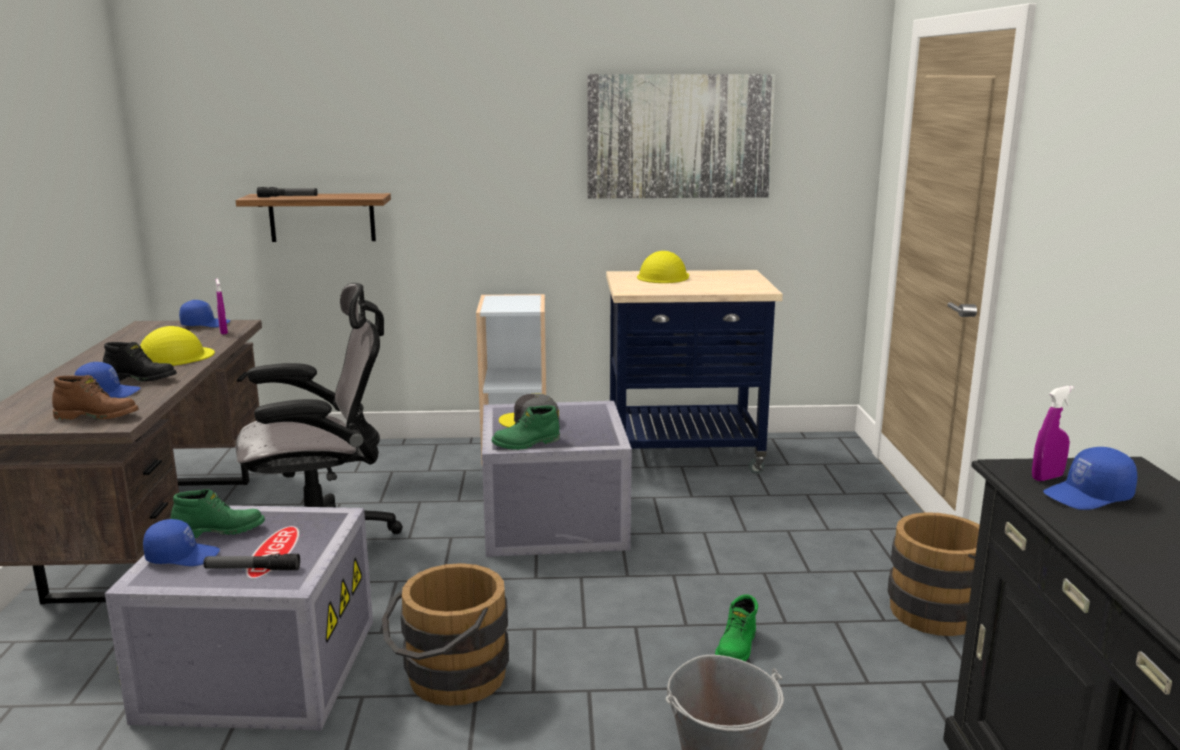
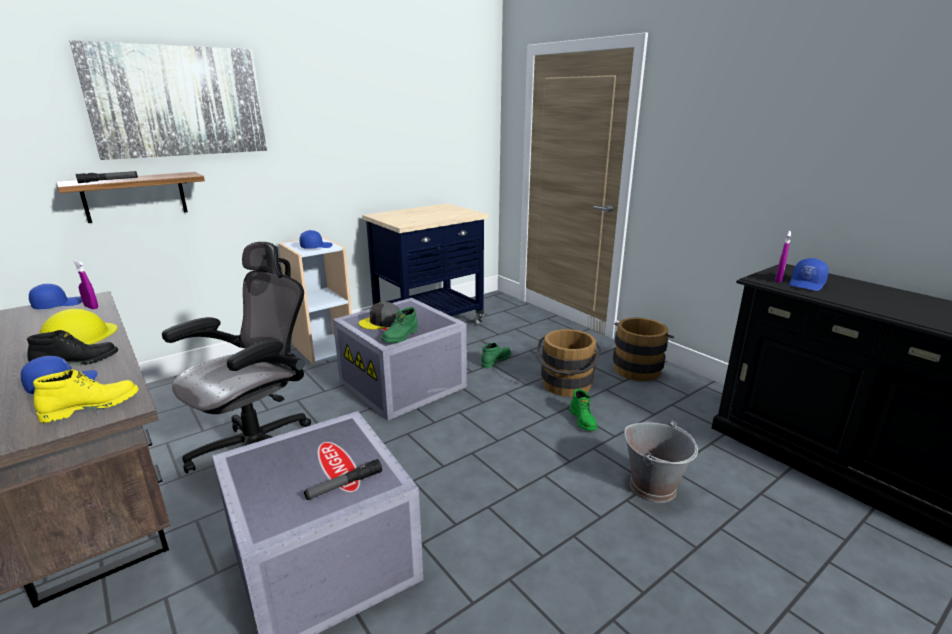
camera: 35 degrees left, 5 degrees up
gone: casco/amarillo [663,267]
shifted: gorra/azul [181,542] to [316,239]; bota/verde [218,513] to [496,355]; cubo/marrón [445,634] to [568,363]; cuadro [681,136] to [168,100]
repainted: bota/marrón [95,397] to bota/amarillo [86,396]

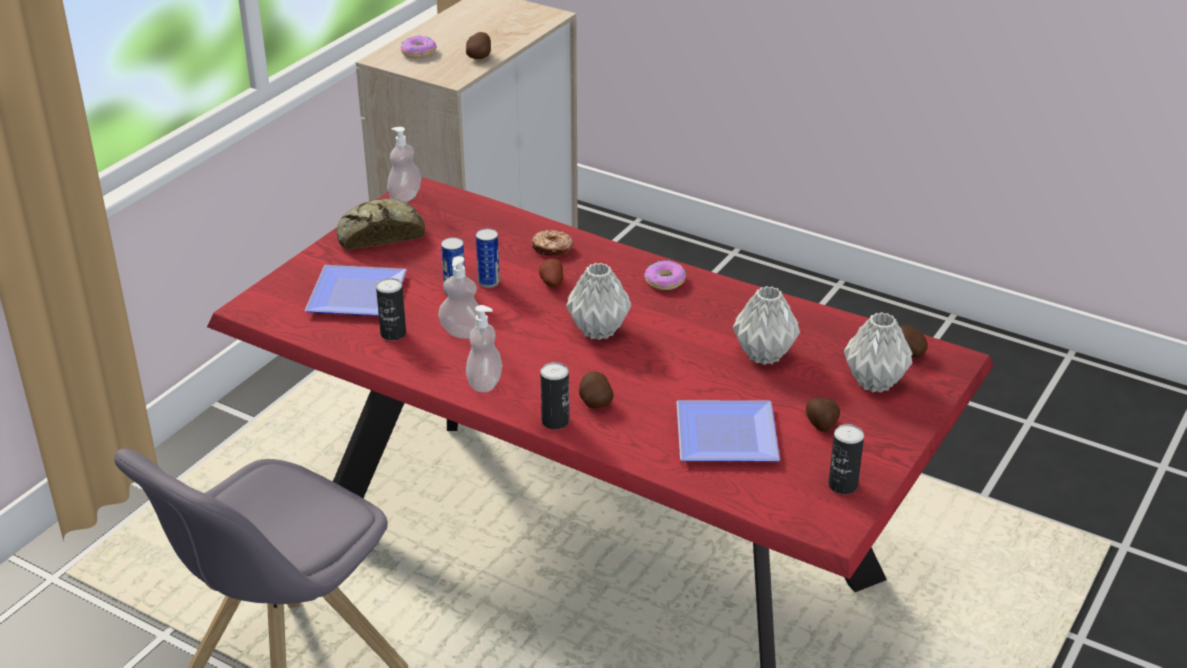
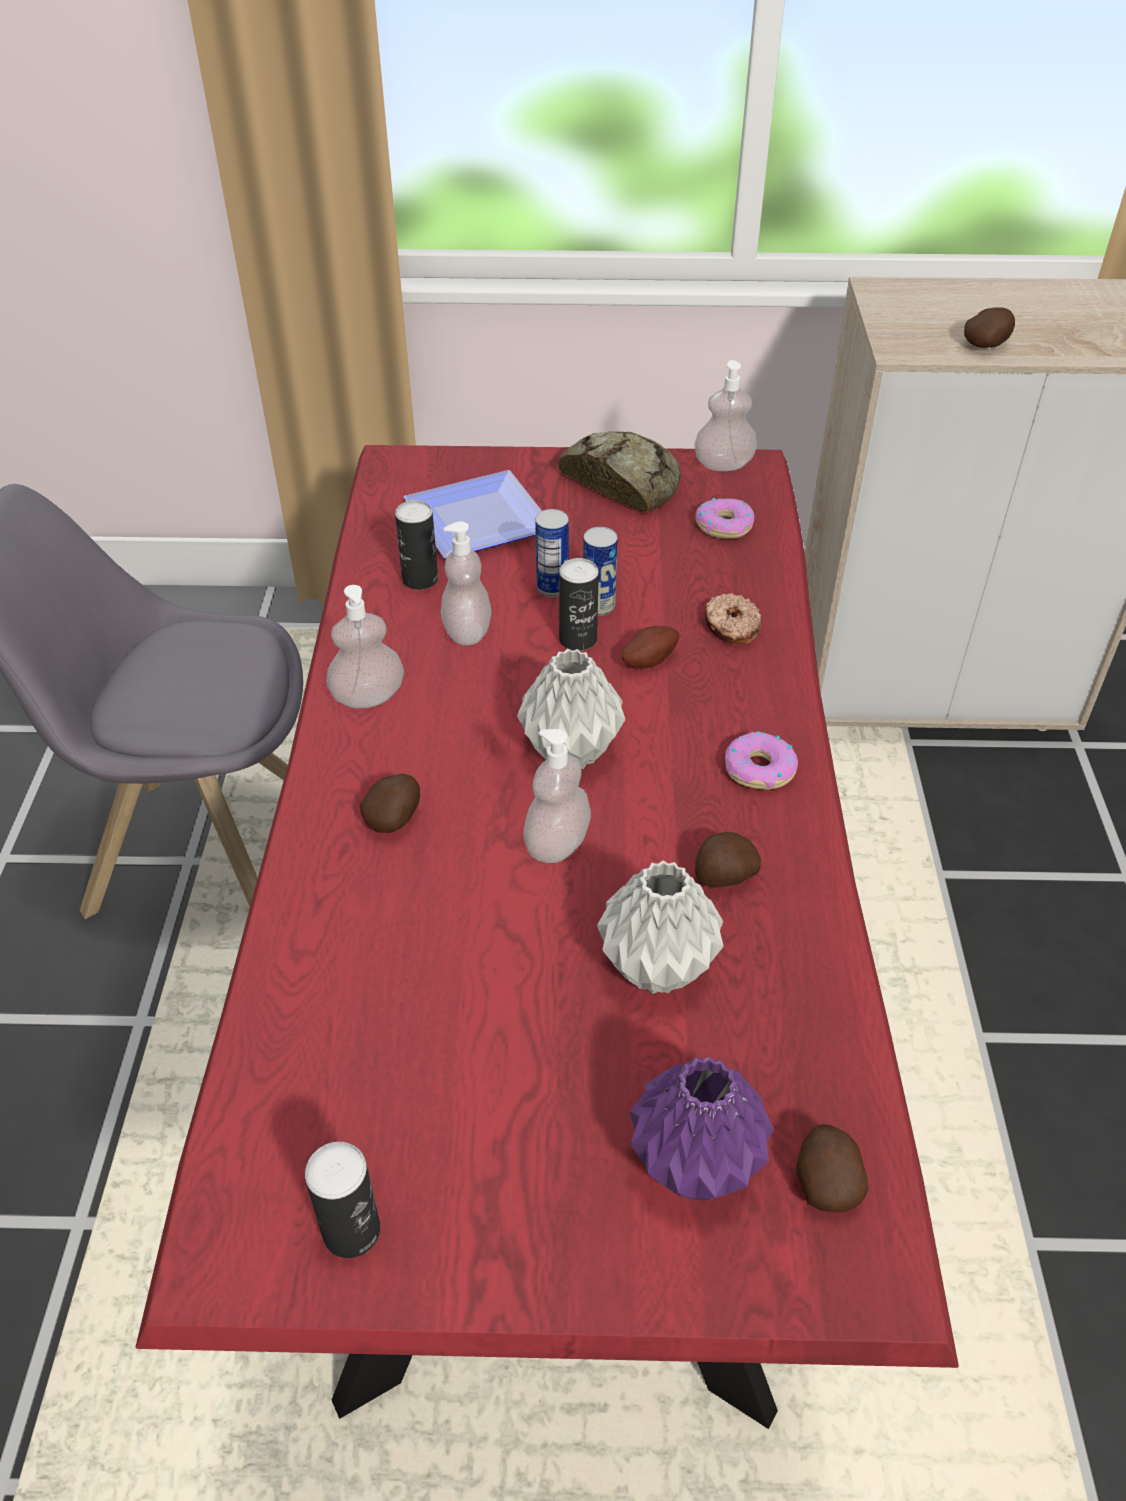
camera: 60 degrees right, 10 degrees up
gone: plato [728,431]
new: dispensador de jabón [557,796]
shifted: rosquilla [418,47] to [724,518]; lata [554,395] to [579,604]; patata [823,414] to [728,860]
repainted: florero/gris [878,352] to florero/morado [702,1128]

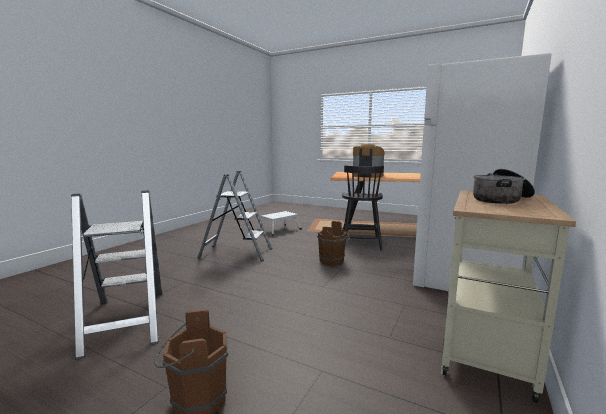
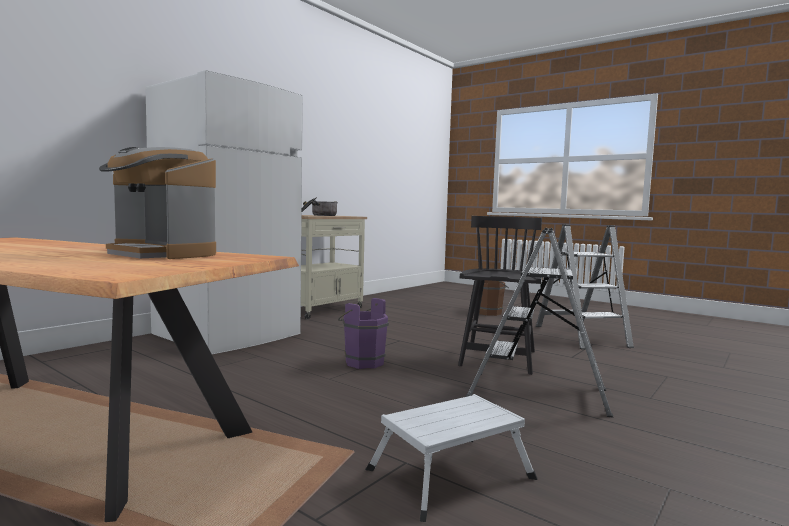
camera: 170 degrees left, 5 degrees down
shifted: silla/negro [363,208] to [500,295]
repainted: cubo/marrón [333,243] to cubo/morado [363,333]

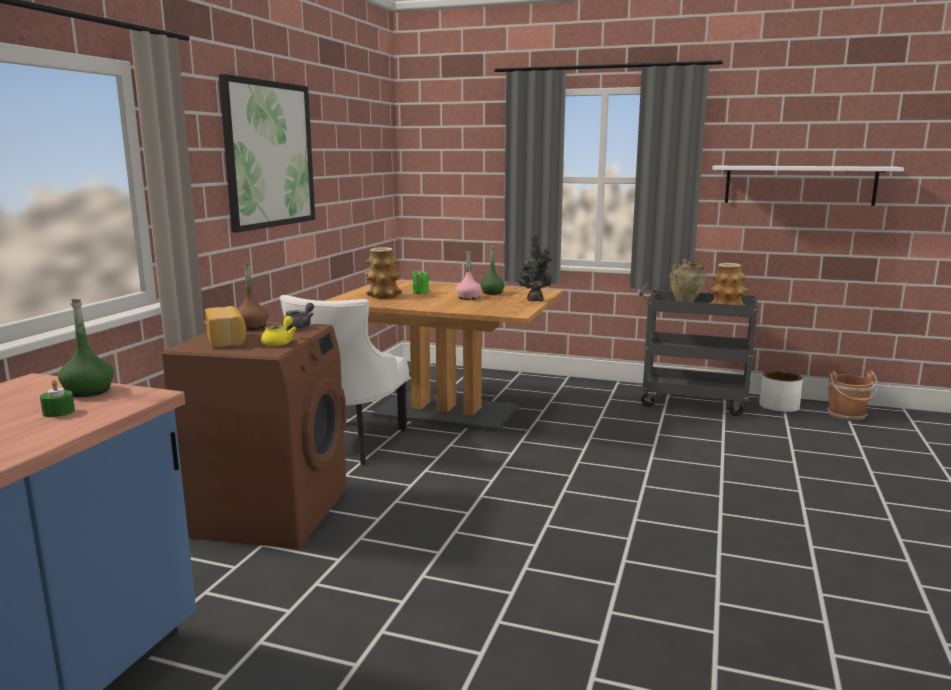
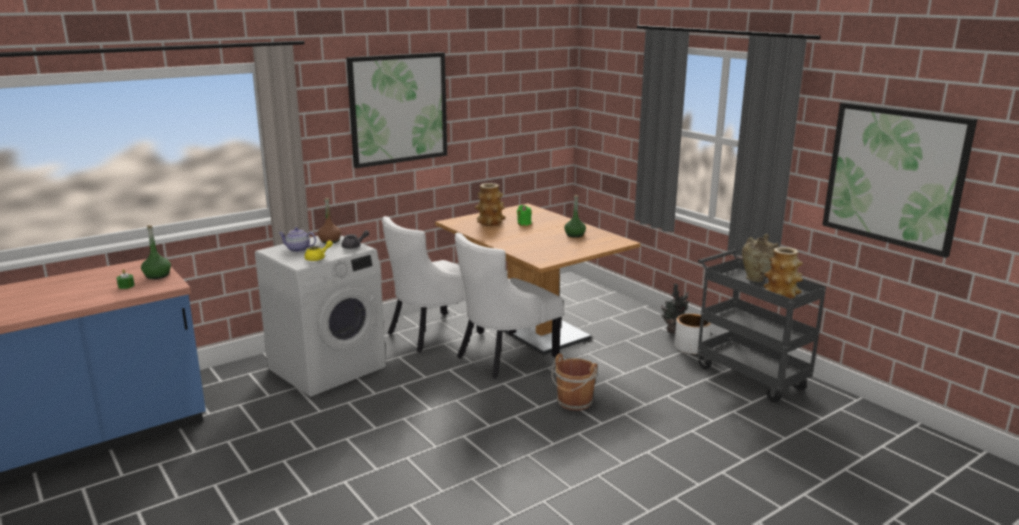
camera: 35 degrees right, 5 degrees up
gone: botella/rosa [468,275]
new: silla/blanco [509,306]
shifted: planta en maceta [534,268] to [674,309]; maceta/blanco [781,392] to [692,334]; cubo/marrón [852,395] to [574,381]
swapped: pan [225,326] to tetera [297,239]; estante/blanco [808,186] to cuadro [899,180]
repainted: lavadora/marrón [254,435] to lavadora/blanco [320,316]

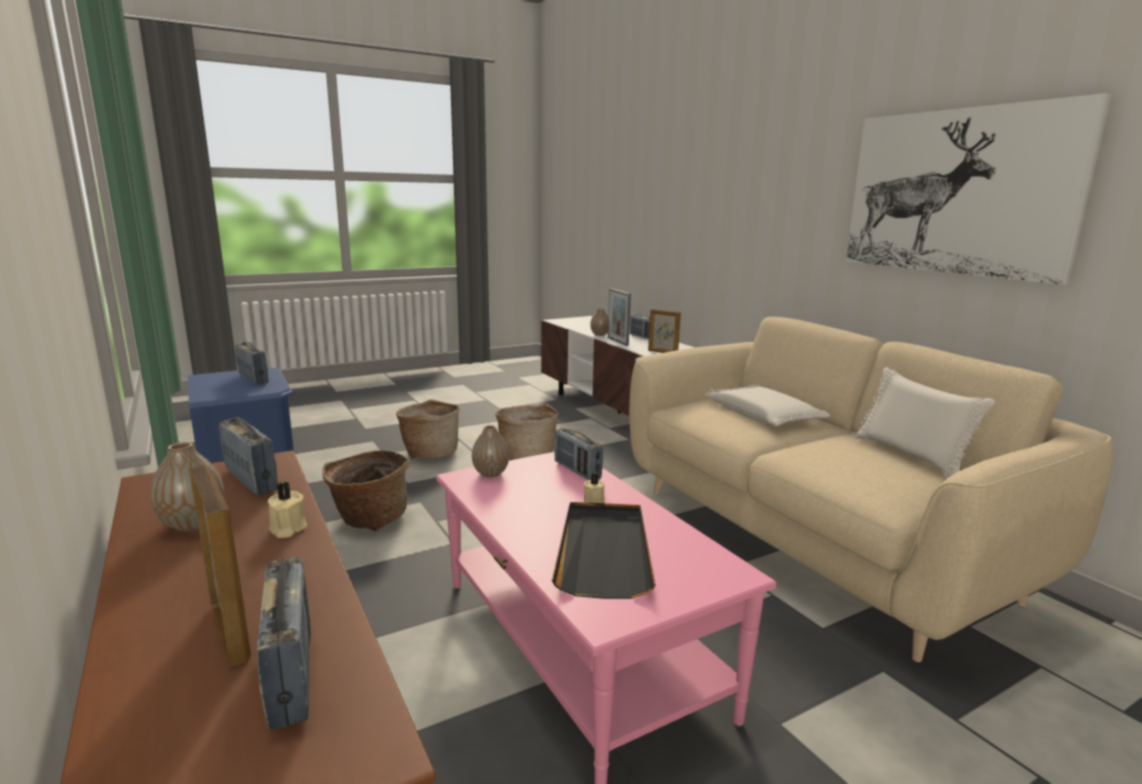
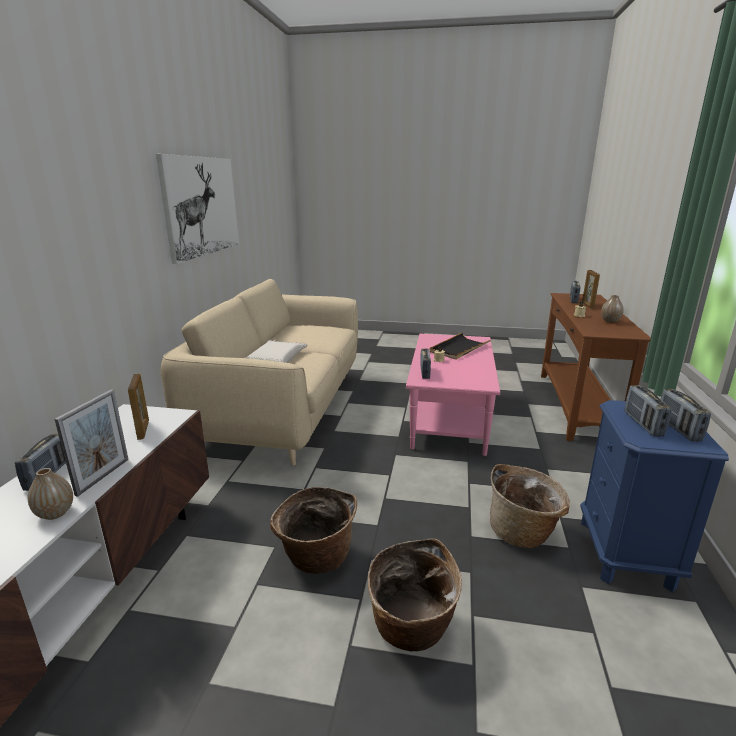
camera: 140 degrees left, 5 degrees up
gone: florero [490,451]; cojín/blanco [924,423]
shifted: radio [248,456] to [685,415]

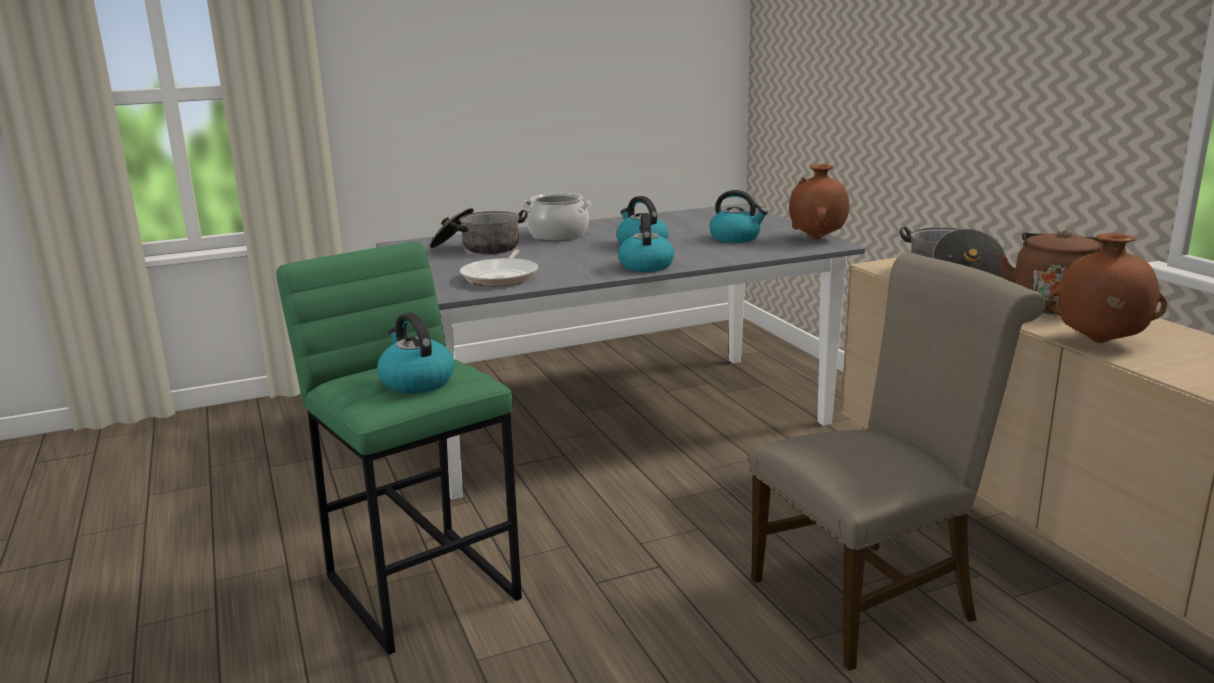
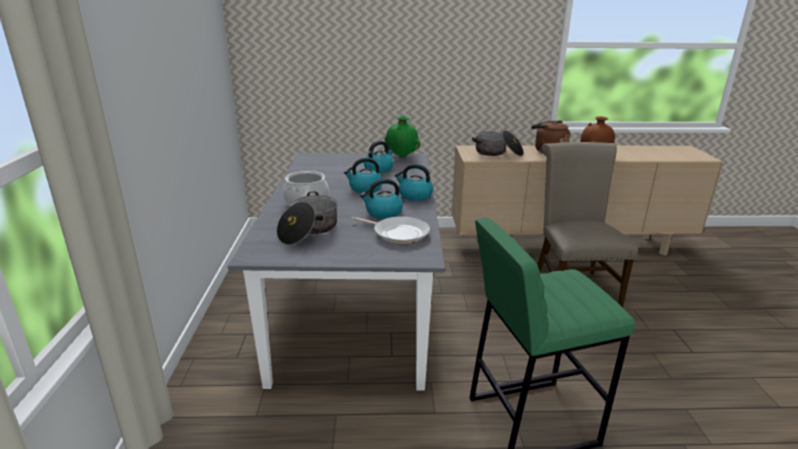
camera: 70 degrees left, 5 degrees up
shifted: hervidor [415,353] to [381,199]
repainted: florero/marrón [819,201] to florero/verde [402,137]

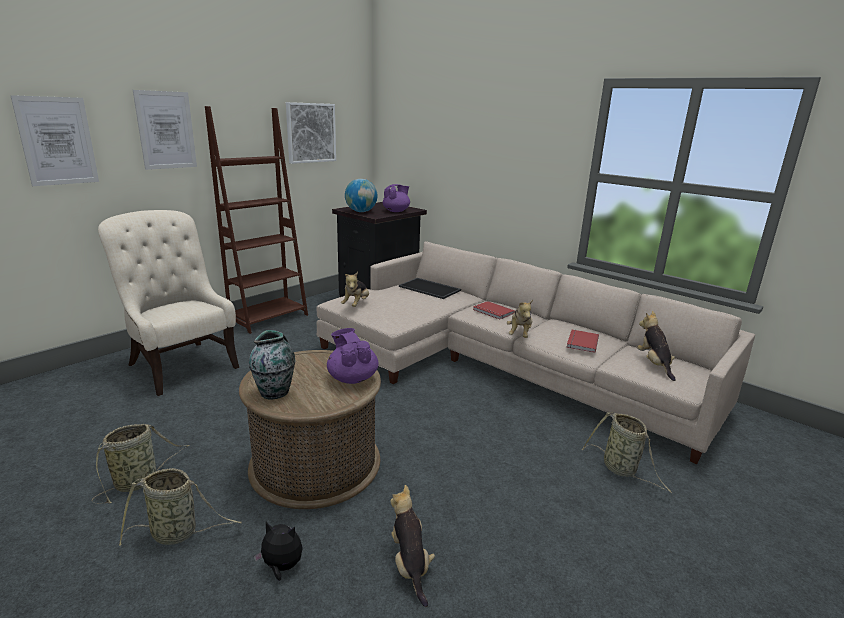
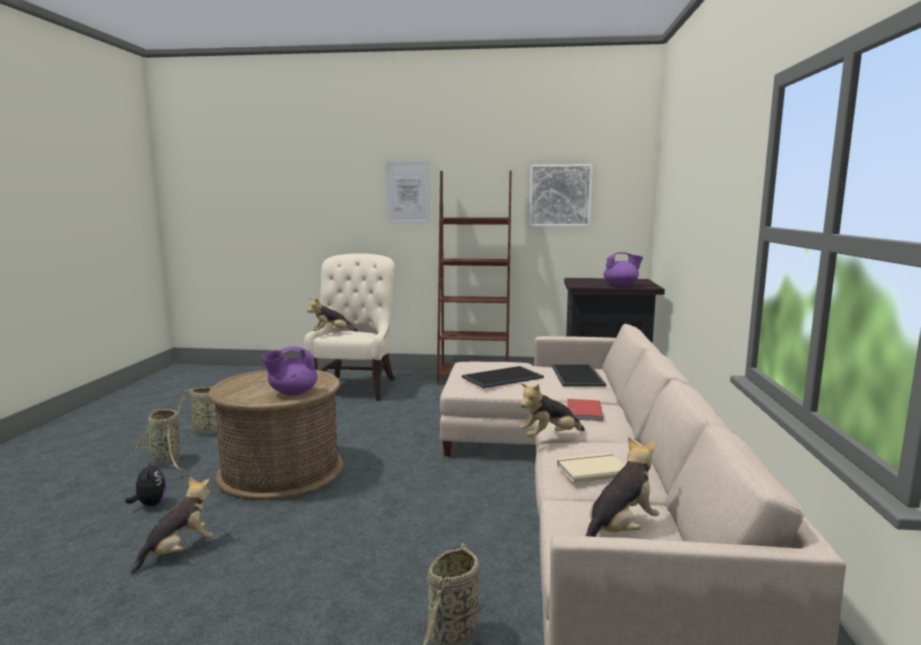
camera: 55 degrees right, 10 degrees down
gone: cuadro [54,140]; florero [272,364]; globo terráqueo [361,195]
new: bandeja [503,377]
shifted: peluche [355,289] to [332,315]
repainted: libro/rojo [582,341] to libro/beis [590,468]
rotated: tetera/morado [353,356] = [290,371] 150 degrees counterclockwise

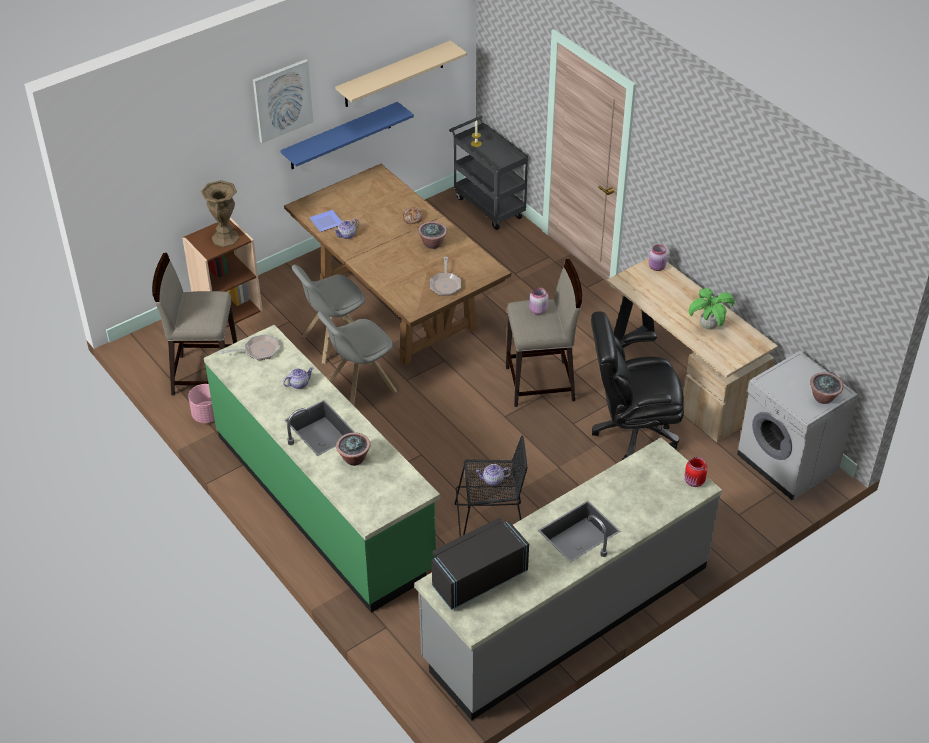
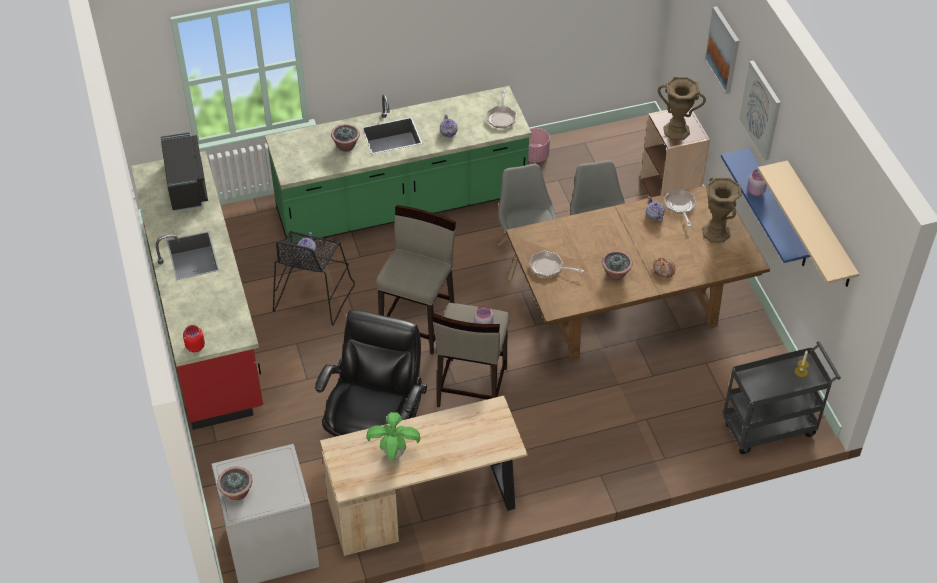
camera: 110 degrees right, 5 degrees up
new: florero/marrón [722,210]; cuadro [722,50]
shifted: taburete/beis [194,324] to [416,280]; tarro/rosa [658,257] to [757,182]
swapped: plato [325,221] to sartén [680,208]
repainted: mueble bajo de cocina/gris [568,579] to mueble bajo de cocina/rojo [197,290]

